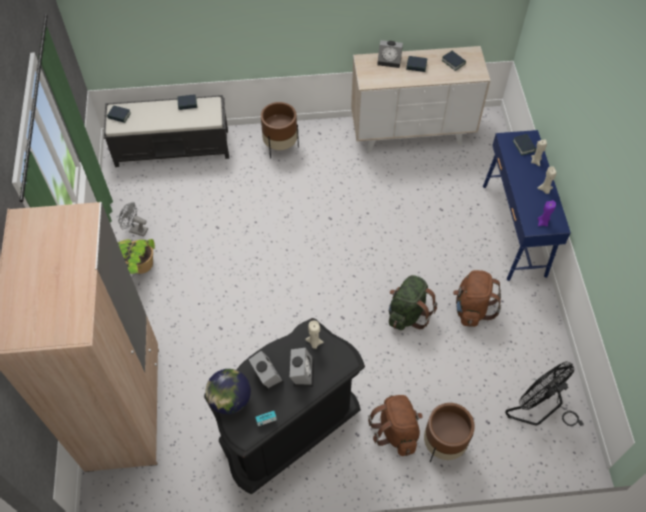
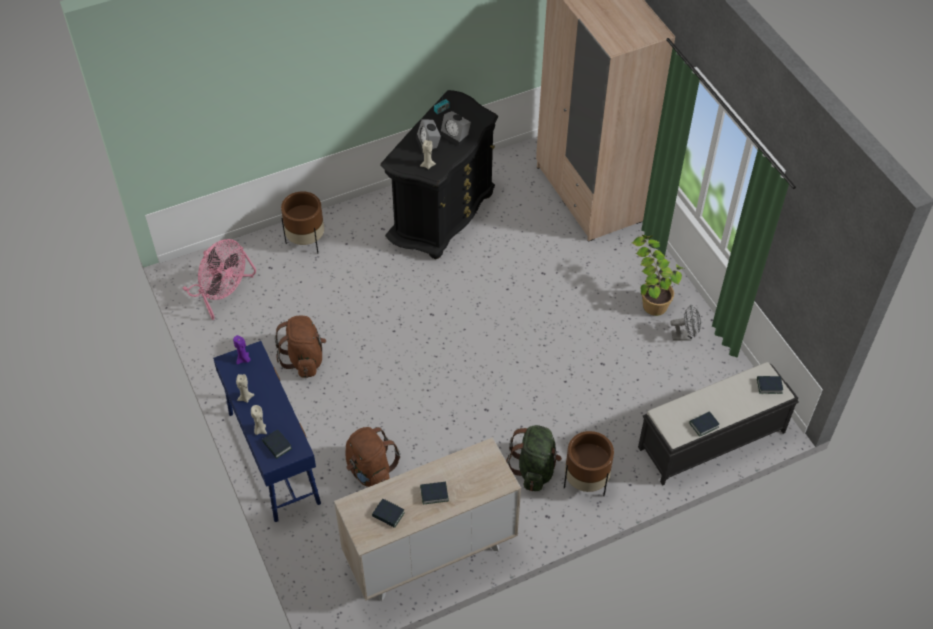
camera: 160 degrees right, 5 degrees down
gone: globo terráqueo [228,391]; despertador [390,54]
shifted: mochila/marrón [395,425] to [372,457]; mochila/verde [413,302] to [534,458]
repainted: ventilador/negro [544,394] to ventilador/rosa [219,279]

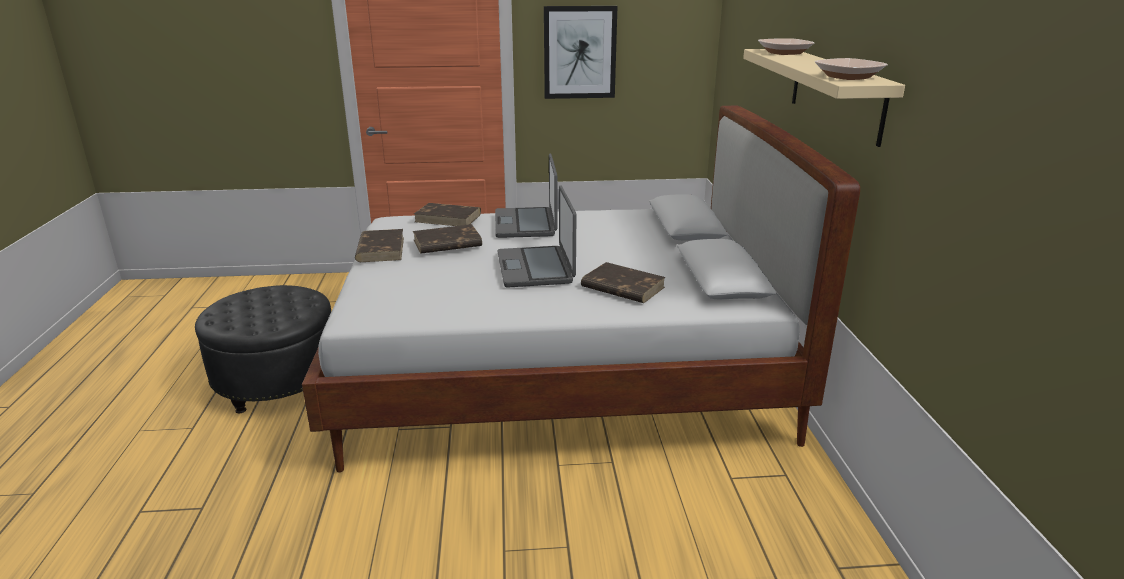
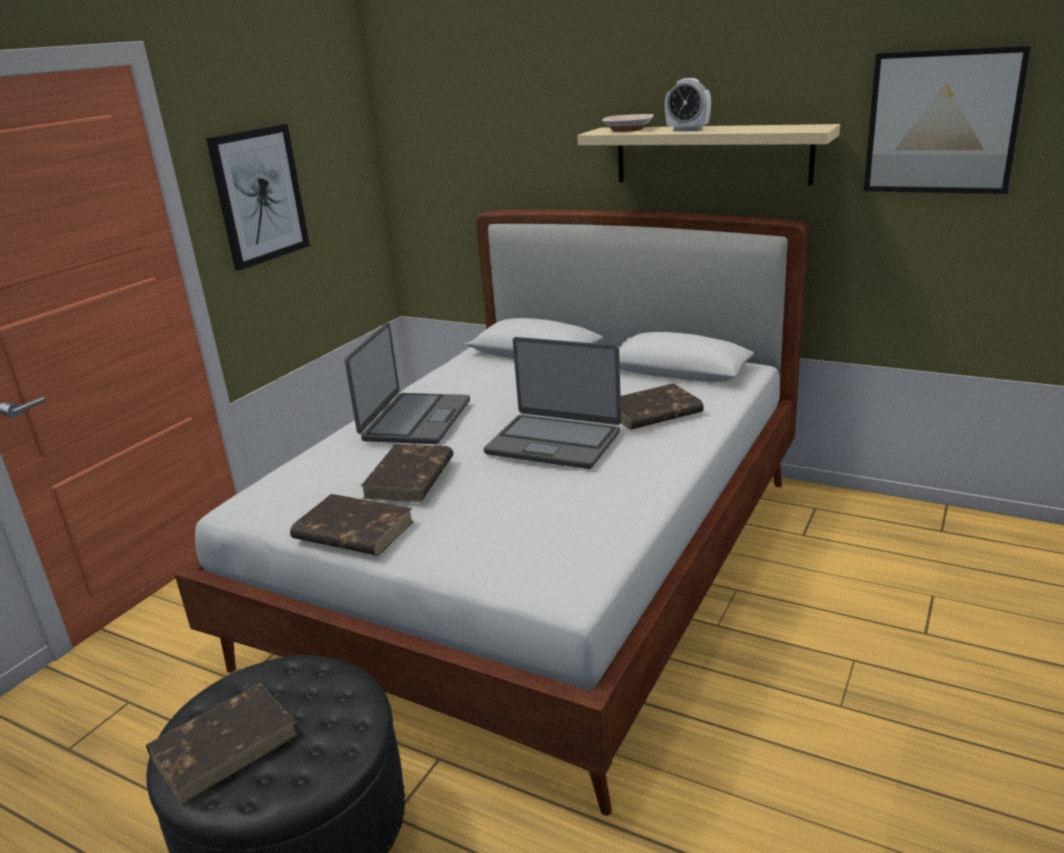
camera: 55 degrees left, 0 degrees up
gone: cuenco [851,69]
new: despertador [688,105]; cuadro [947,119]
shifted: libro/marrón [447,214] to [222,743]
rotated: portátil [526,196] = [407,383] 105 degrees counterclockwise

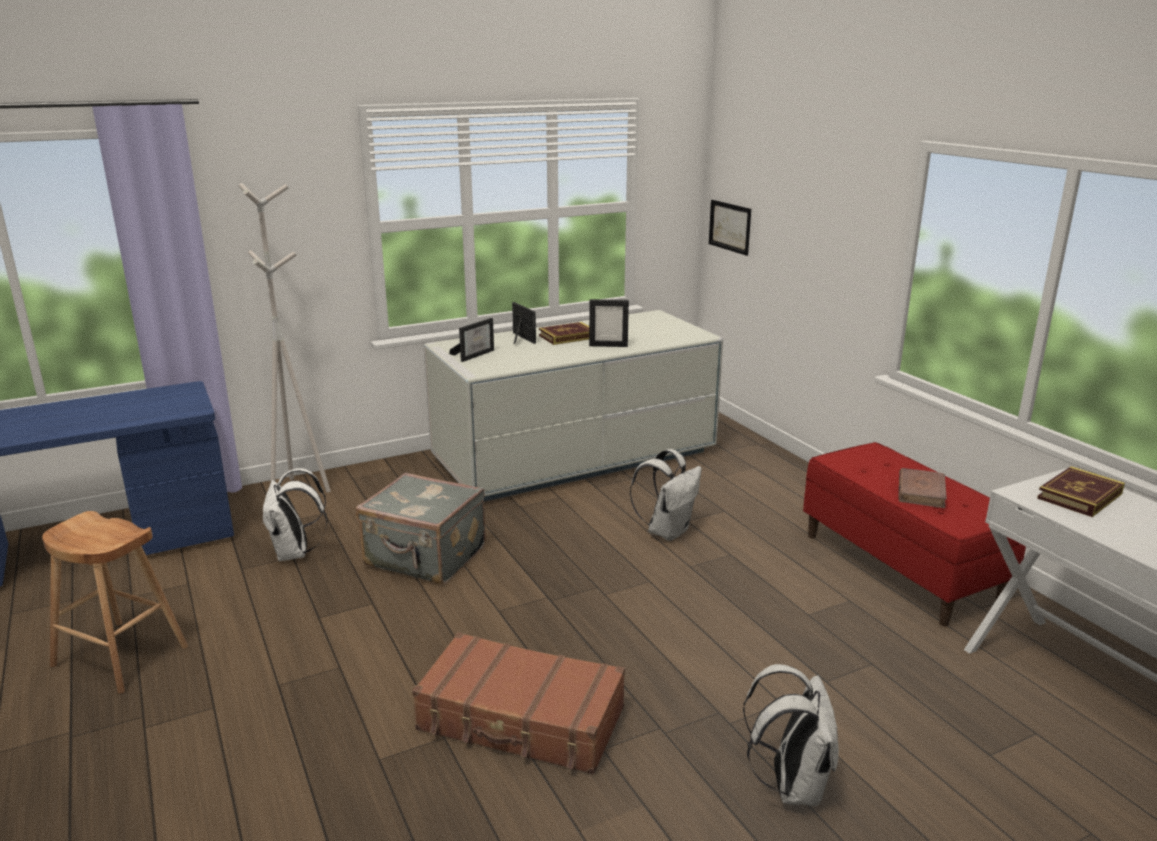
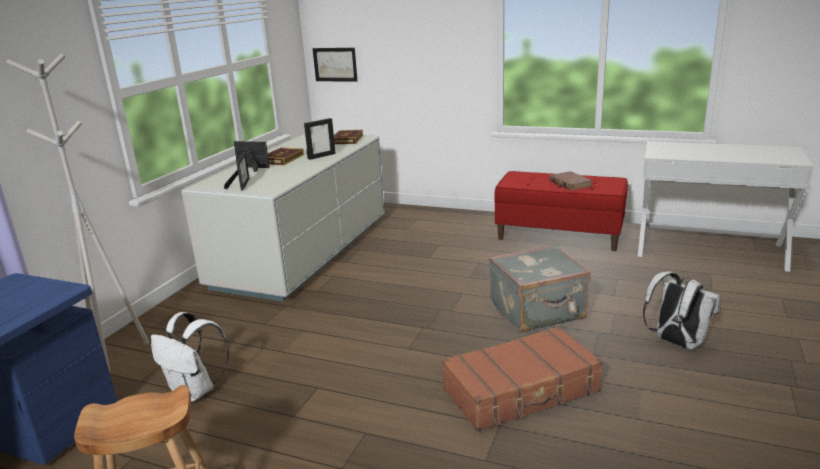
camera: 40 degrees left, 0 degrees up
gone: mochila/blanco [666,495]
shifted: maleta/gris [421,528] to [540,289]; libro [1081,491] to [348,137]

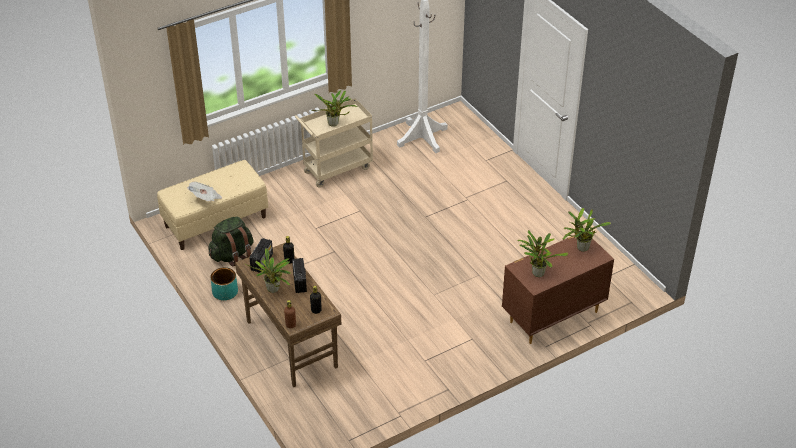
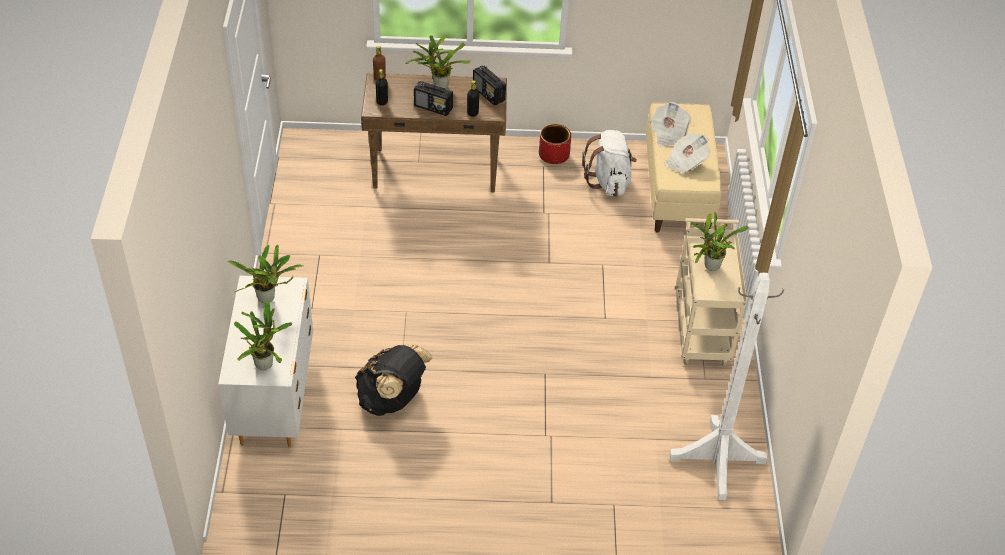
camera: 120 degrees right, 5 degrees up
new: mochila/negro [394,380]; periódico [687,153]
repainted: mochila/verde [231,241] to mochila/blanco [609,163]; maceta/turquesa [224,284] to maceta/rojo [555,144]; cómoda/marrón [558,289] to cómoda/blanco [265,361]

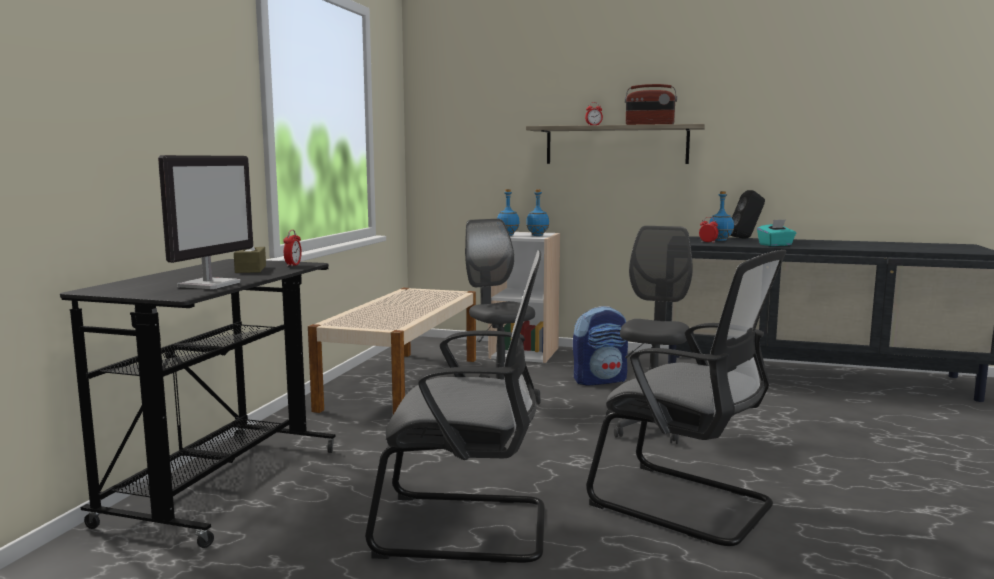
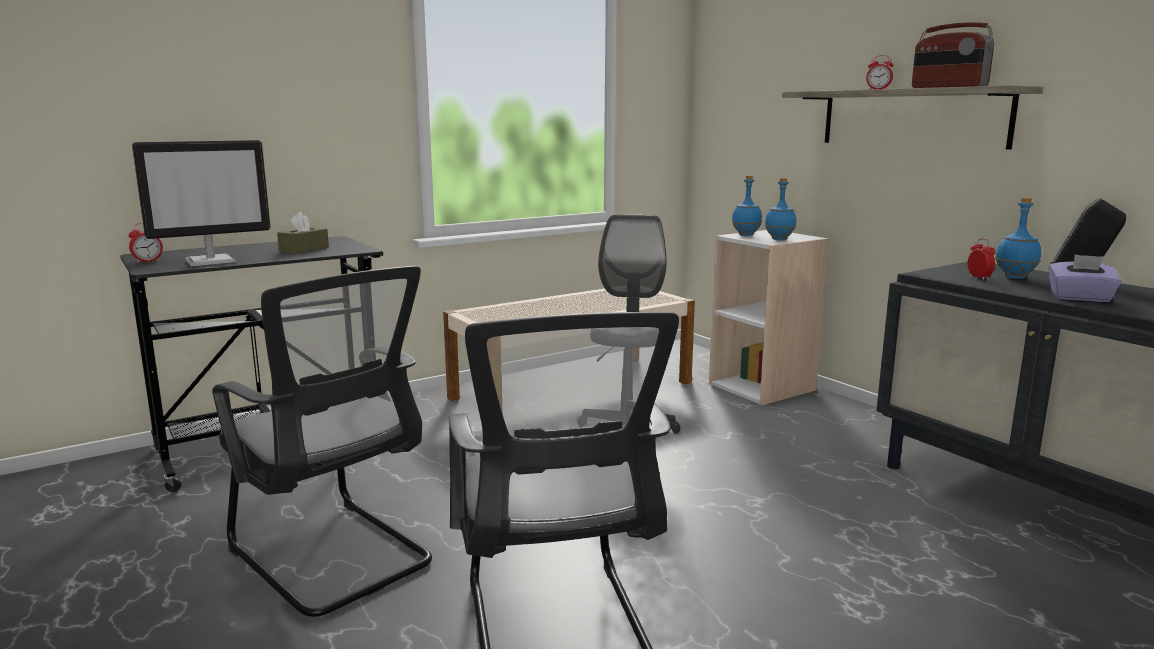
camera: 40 degrees right, 5 degrees up
gone: mochila [600,346]; silla de oficina/gris [649,335]
shifted: despertador [292,248] to [145,243]
repainted: caja de pañuelos/turquesa [776,233] to caja de pañuelos/morado [1085,278]

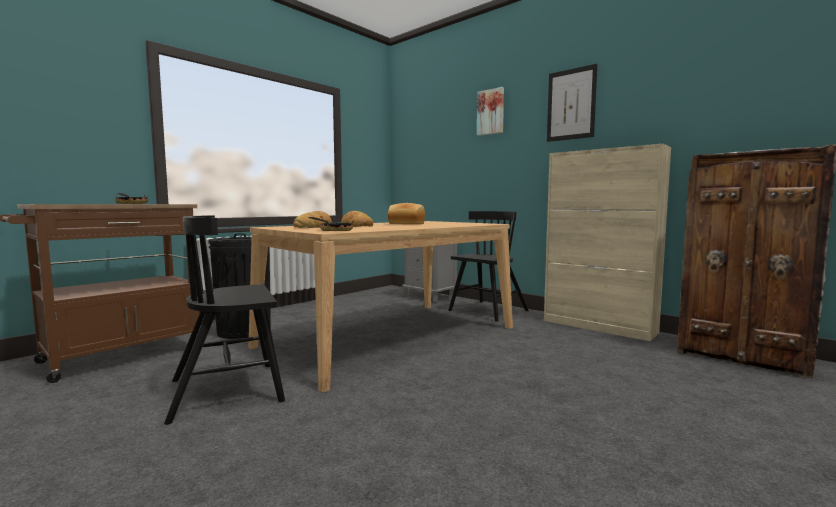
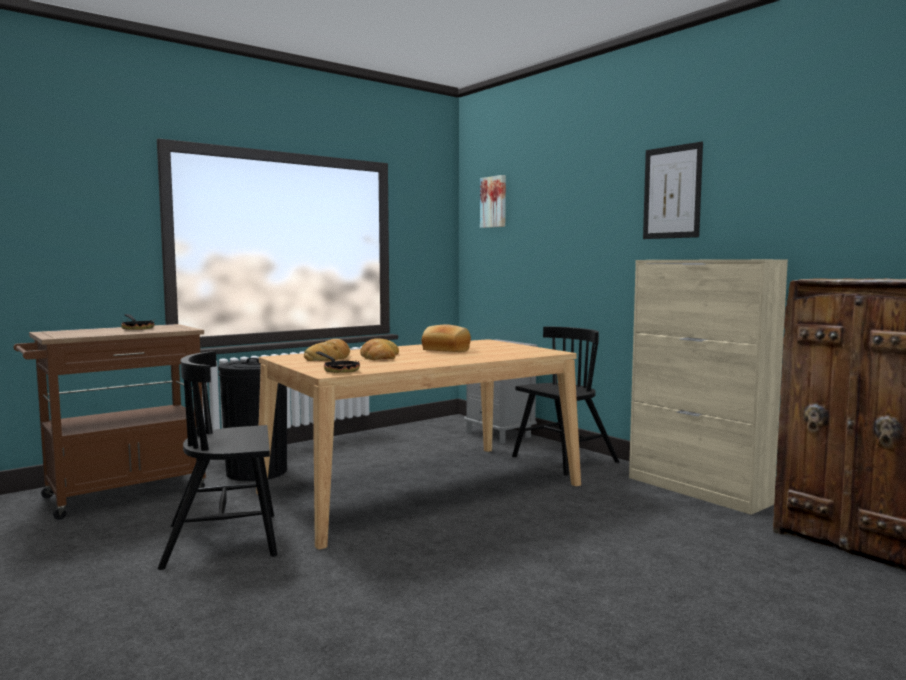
camera: 10 degrees right, 0 degrees up
shifted: cuadro [490,111] to [493,201]

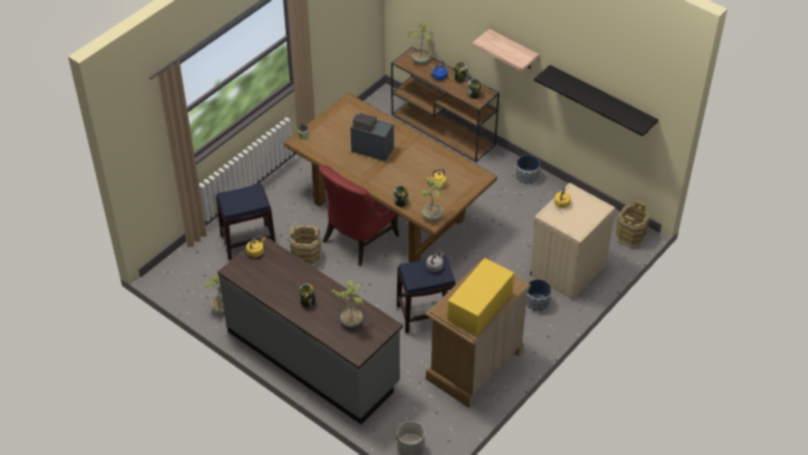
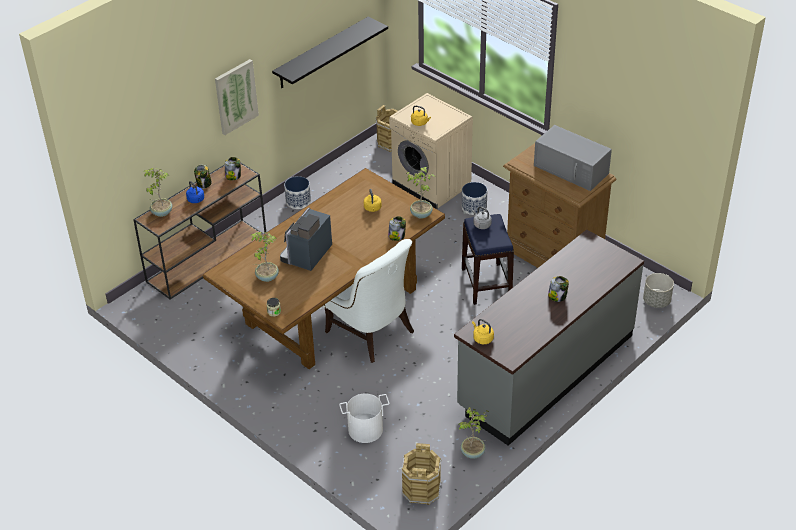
camera: 85 degrees left, 5 degrees down
shifted: cubo/marrón [306,246] to [422,474]; planta en maceta [347,304] to [264,257]
swapped: taburete [246,221] to cubo/blanco [364,418]; estante [505,50] to cuadro [237,97]
repainted: silla/rojo [358,215] to silla/blanco [368,301]; microondas/amarillo [480,297] to microondas/gris [573,158]

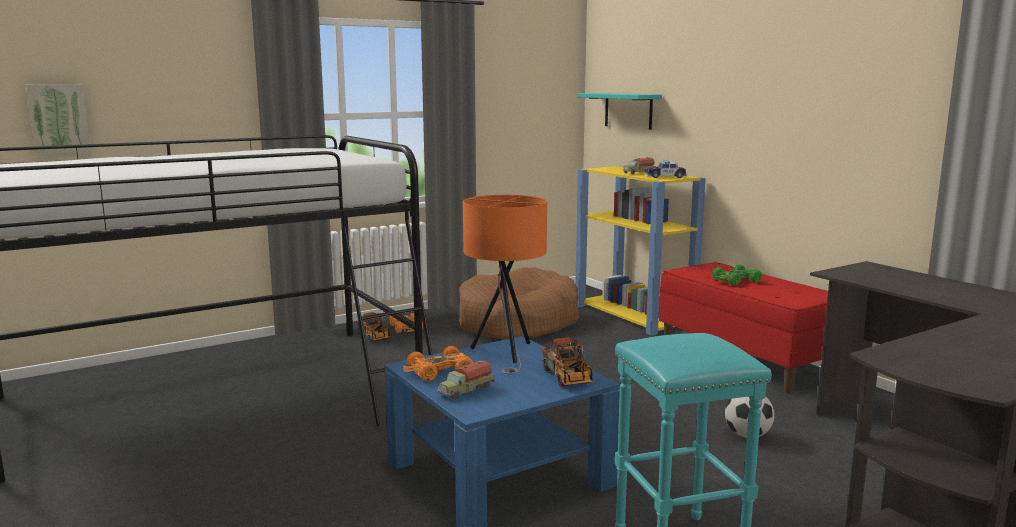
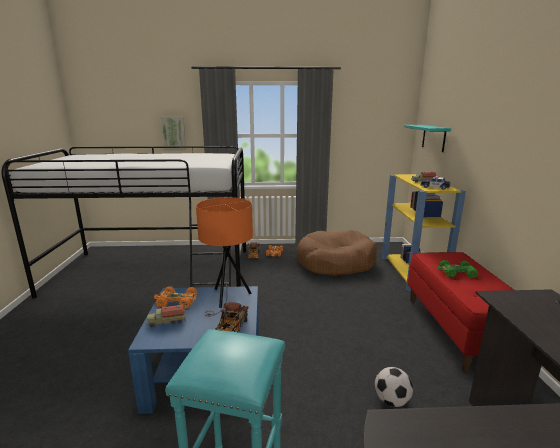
camera: 30 degrees right, 5 degrees up
shifted: cuadro [58,121] to [173,133]

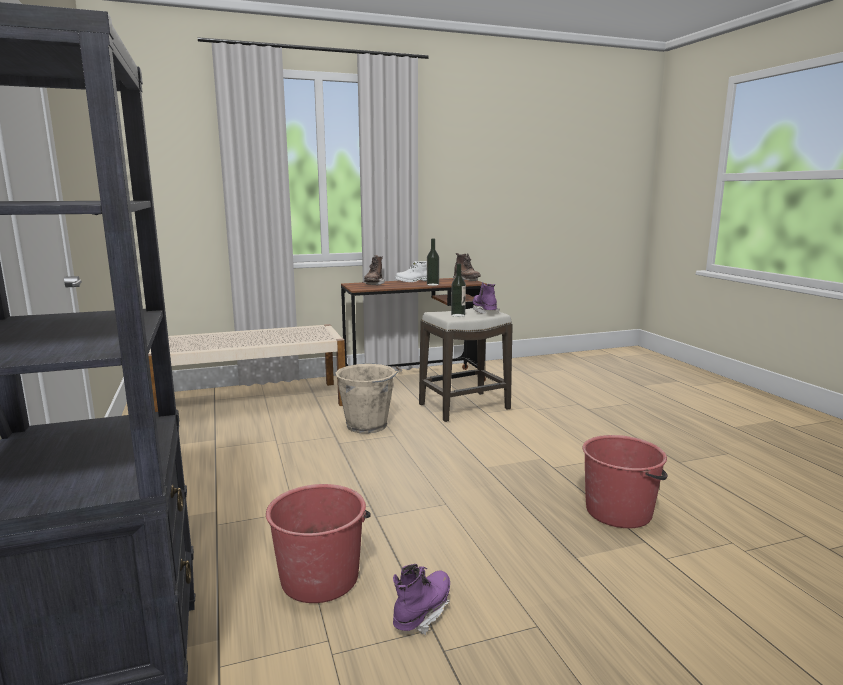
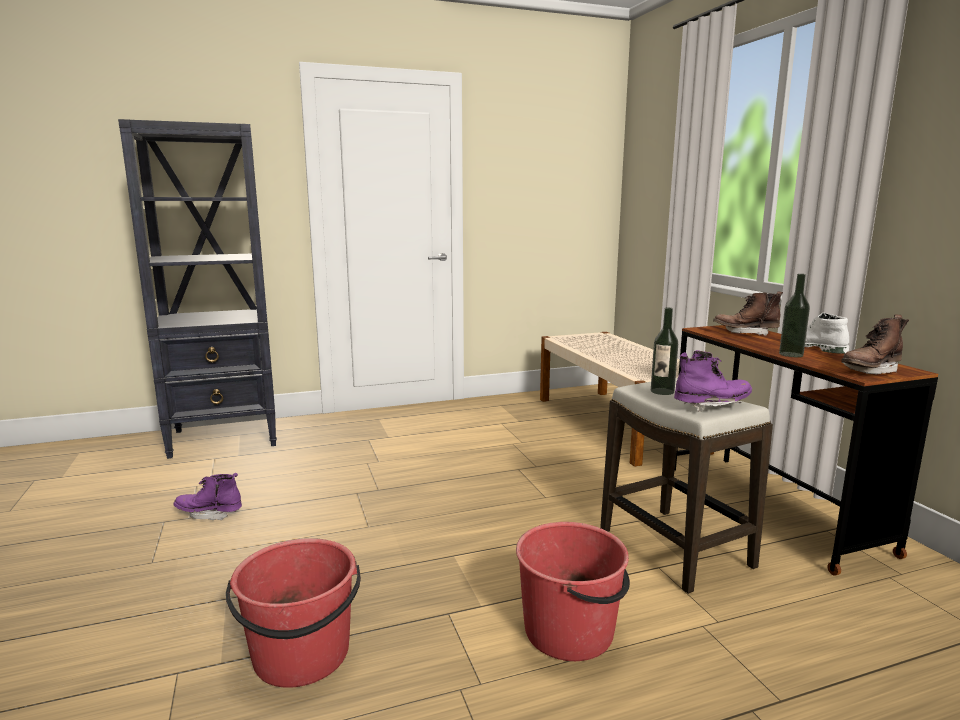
camera: 90 degrees right, 0 degrees up
gone: cubo/beis [368,398]
shifted: cubo/rojo [318,543] to [573,591]
rotated: bota/morado [421,599] = [208,496] 150 degrees clockwise

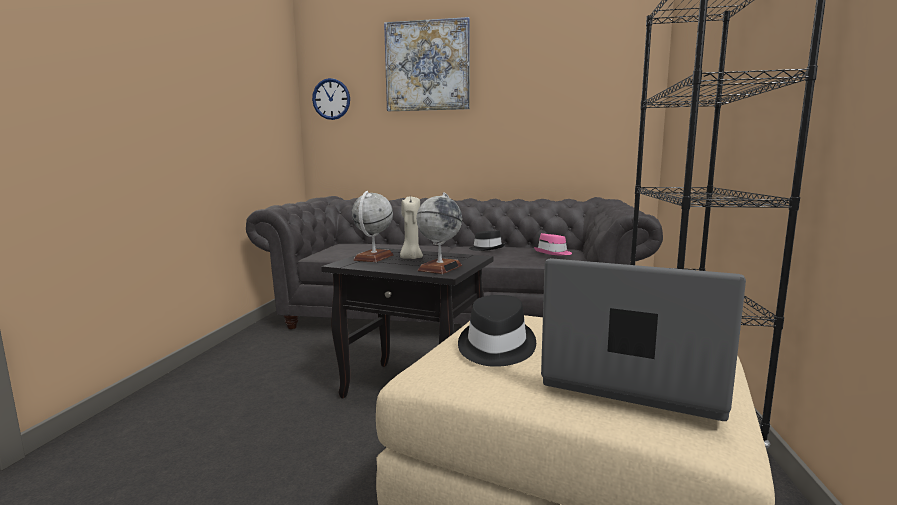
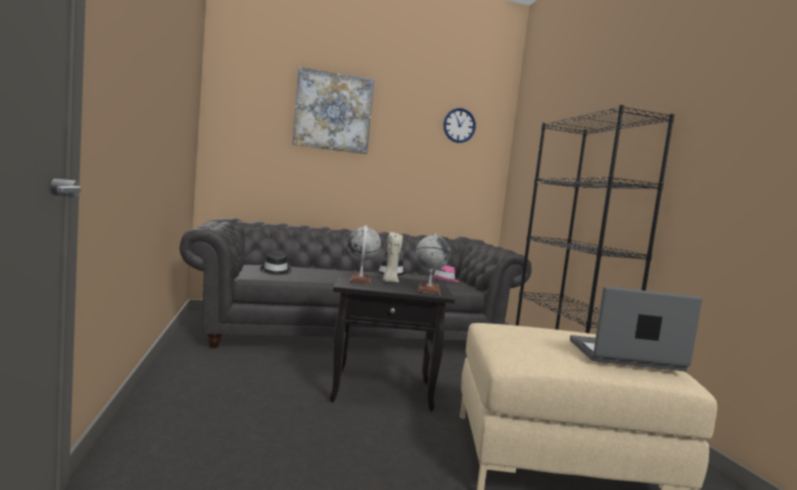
camera: 25 degrees left, 5 degrees down
shifted: reloj de pared [331,99] to [459,125]; sombrero/negro [497,331] to [275,264]

